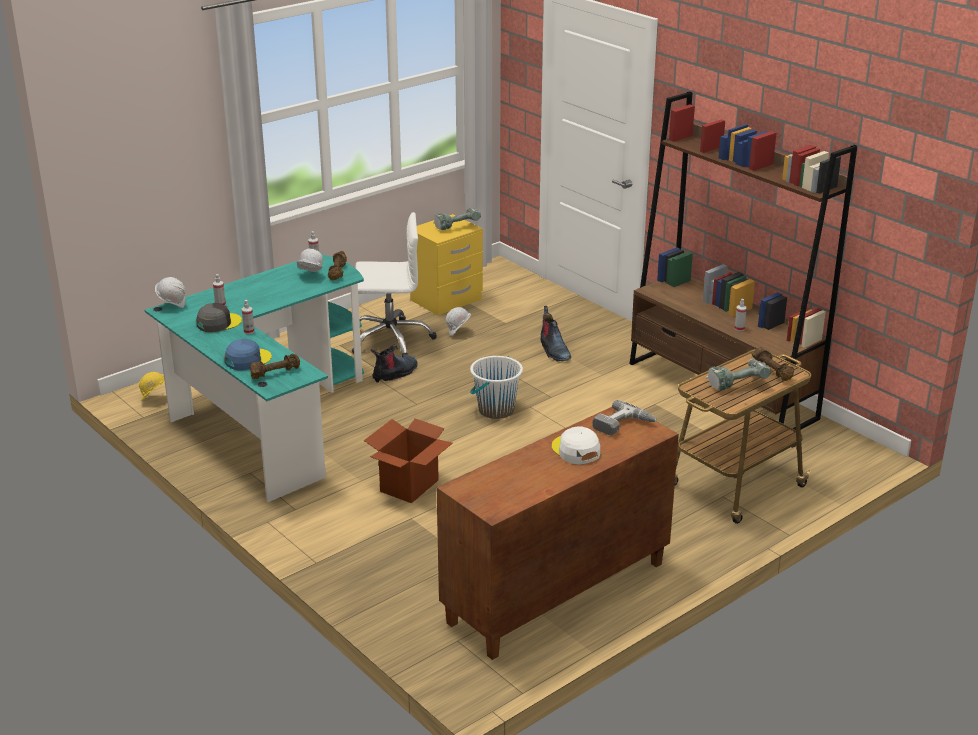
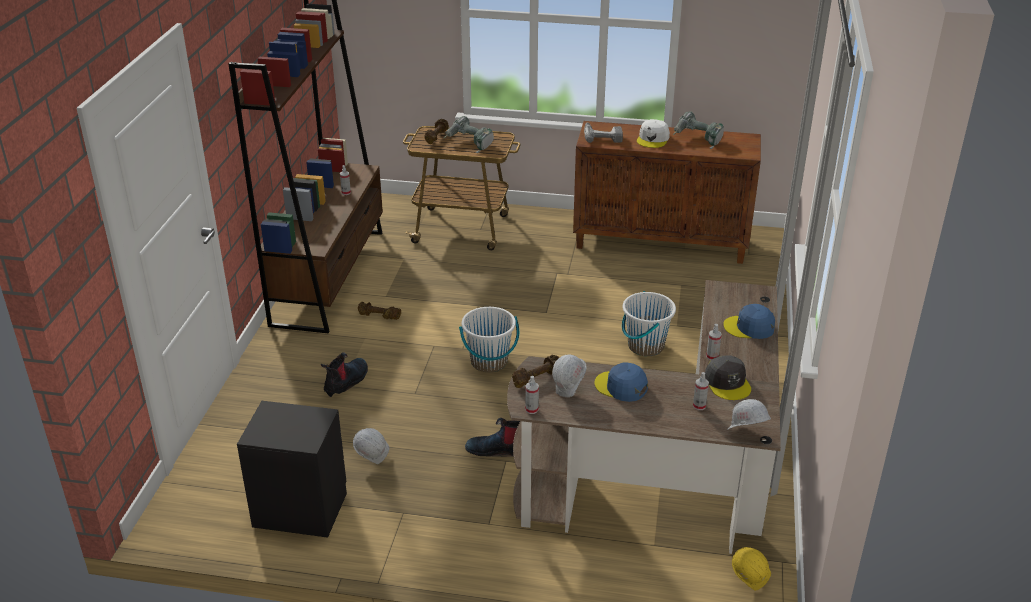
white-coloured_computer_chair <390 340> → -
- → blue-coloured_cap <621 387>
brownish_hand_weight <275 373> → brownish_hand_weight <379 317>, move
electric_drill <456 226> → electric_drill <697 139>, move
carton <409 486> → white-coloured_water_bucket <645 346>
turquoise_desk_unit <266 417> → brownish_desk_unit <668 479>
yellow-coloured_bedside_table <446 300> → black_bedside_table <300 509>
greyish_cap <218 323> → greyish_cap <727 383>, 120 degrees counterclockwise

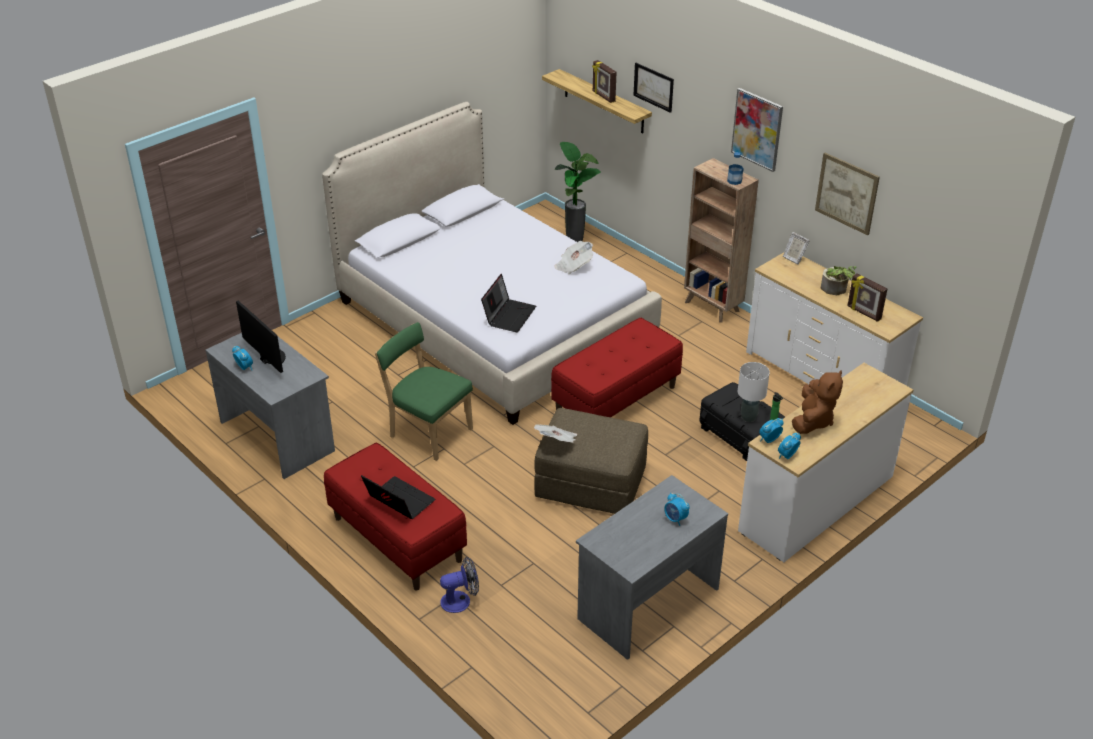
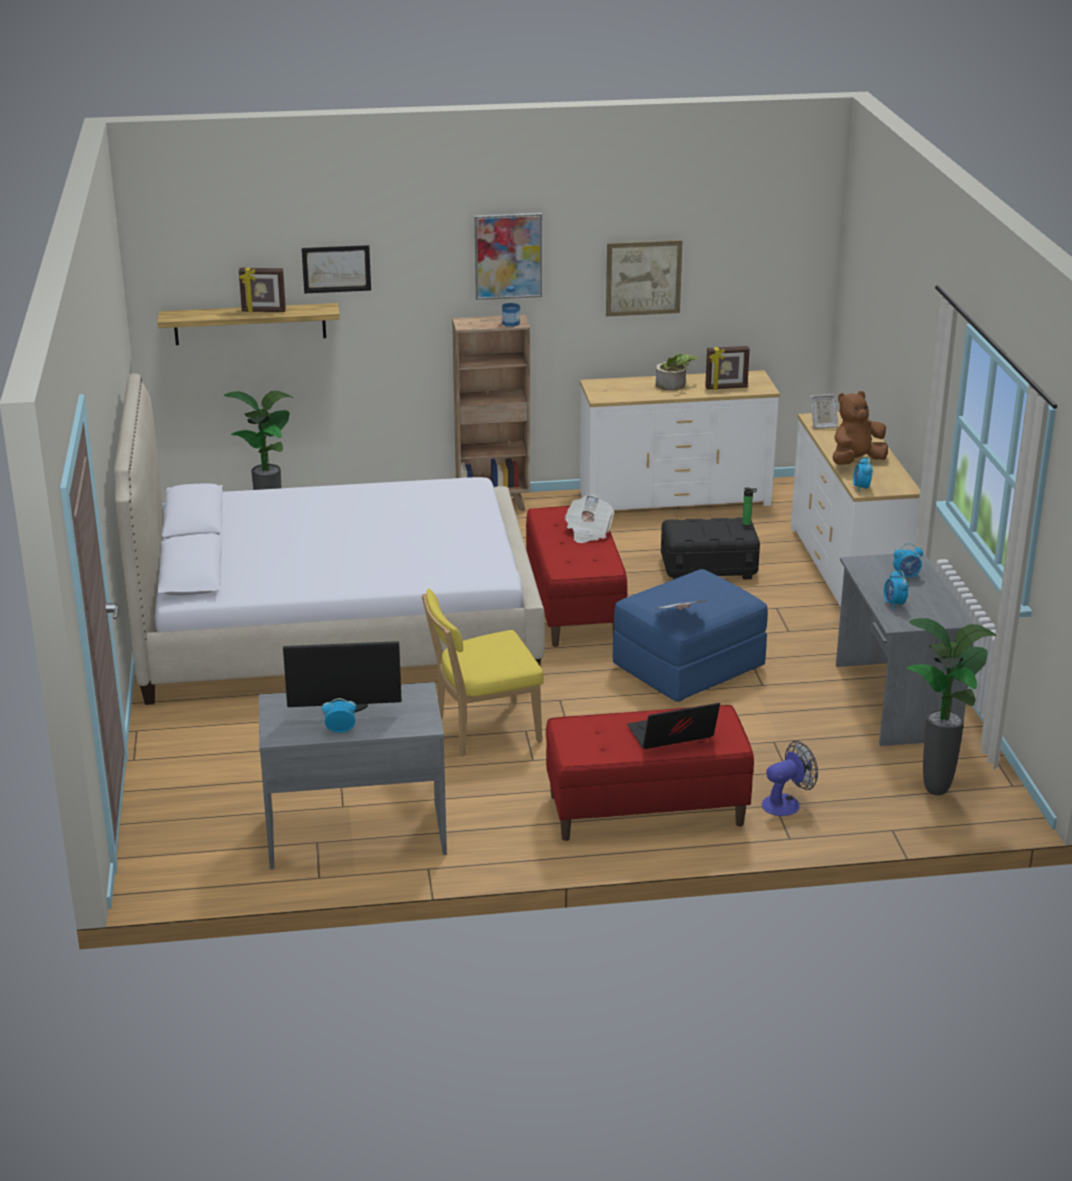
portable_computer <509 315> → -
white-coloured_lamp_for_a_table <749 417> → -
- → plant_in_a_pot <934 790>
daily_paper <573 266> → daily_paper <588 532>, move
bedside_clock <787 456> → bedside_clock <894 604>, move
picture_frame <793 258> → picture_frame <822 425>, move
green_chair <428 431> → yellow-coloured_chair <483 730>
brownish_footrest <590 483> → blue-coloured_footrest <688 667>
cooling_fan <461 600> → cooling_fan <786 803>, 45 degrees clockwise
brownish_plush_toy <813 421> → brownish_plush_toy <856 461>, 90 degrees counterclockwise

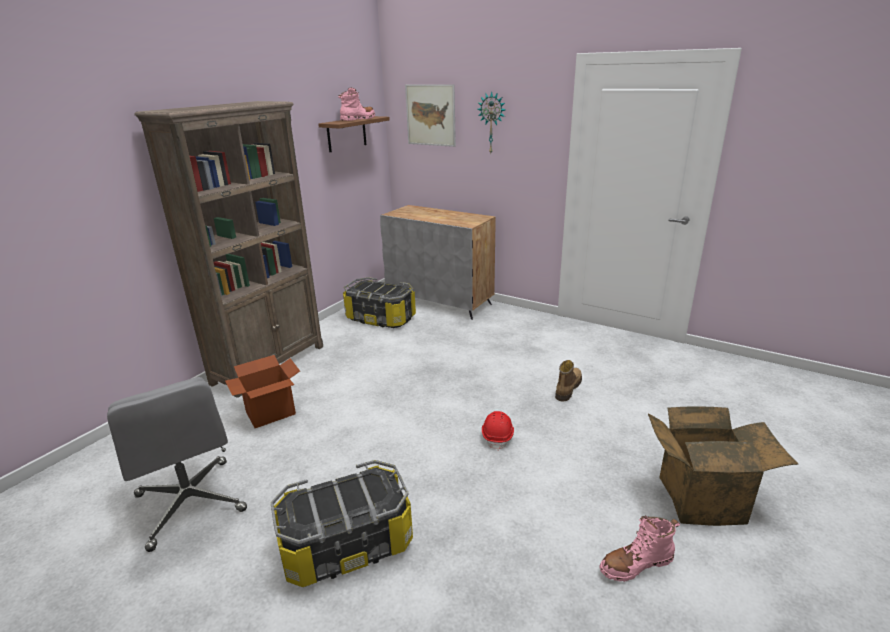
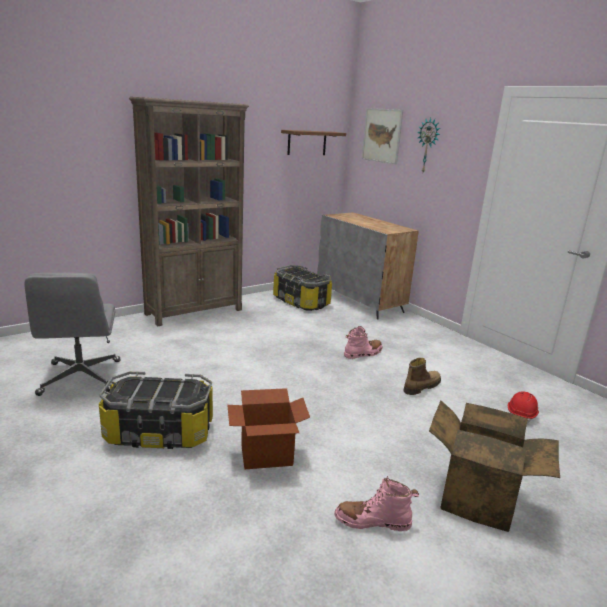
carton <270 413> → carton <266 455>, move
pink-coloured_high-top_boot <358 119> → pink-coloured_high-top_boot <363 353>, move
red_hard_hat <498 436> → red_hard_hat <521 415>, move

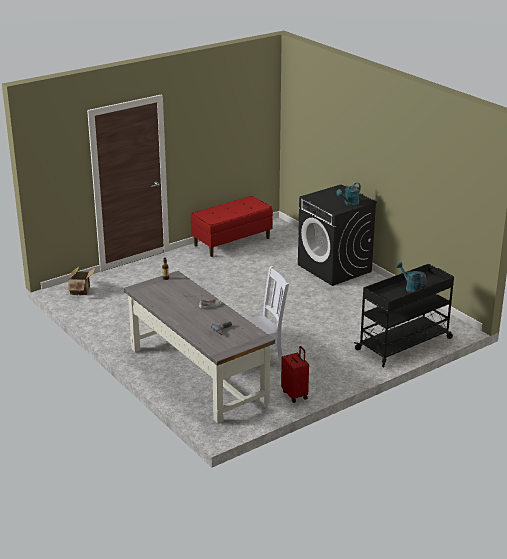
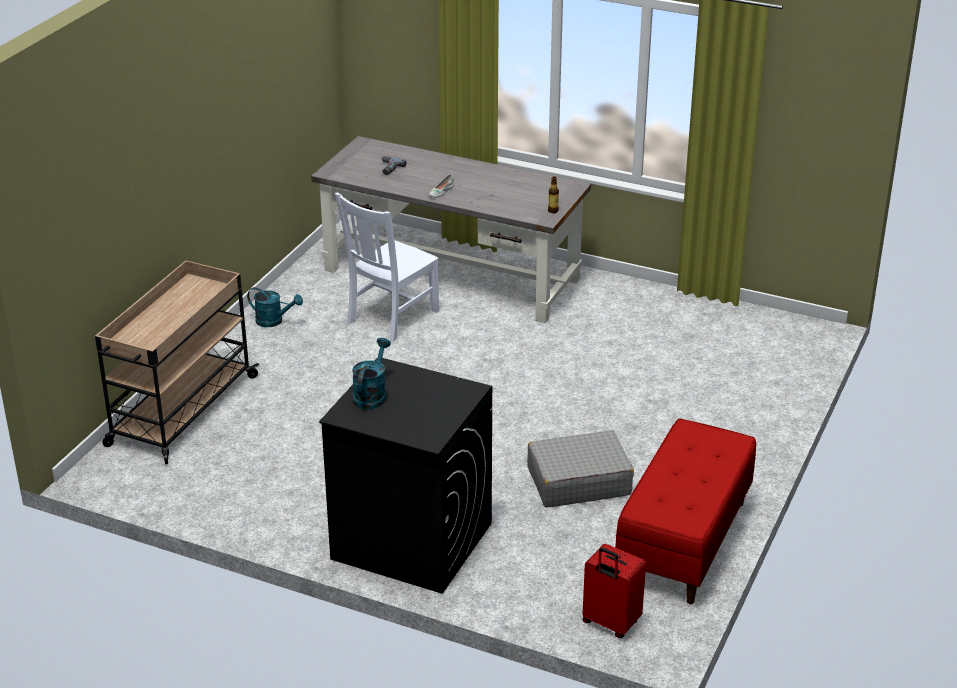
carton <82 291> → -
- → greyish_suitcase <578 481>
red_suitcase <295 394> → red_suitcase <610 623>, move
turquoise_watering_pot <411 288> → turquoise_watering_pot <274 321>, move
black_trolley <405 343> → beige_trolley <181 412>

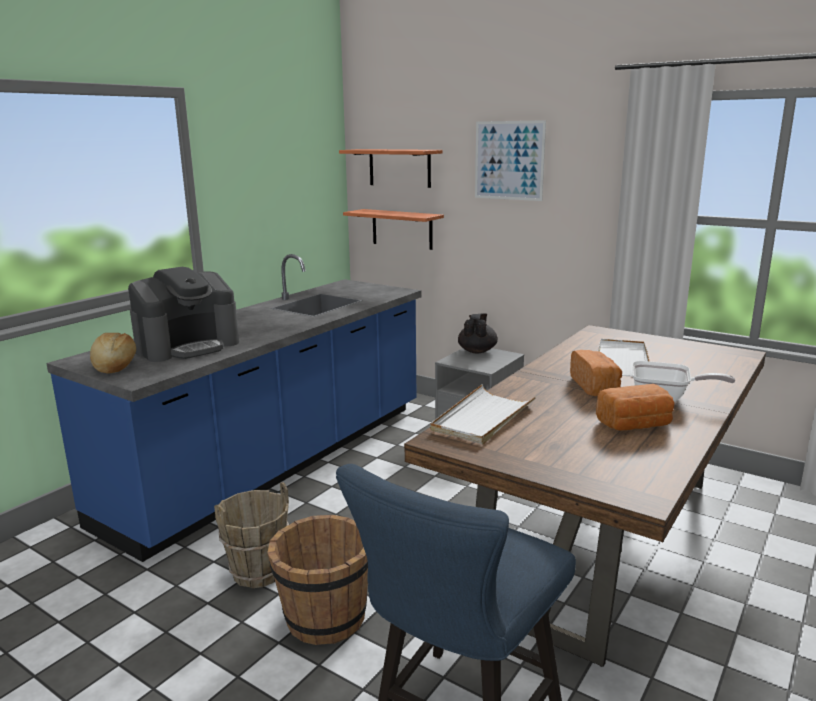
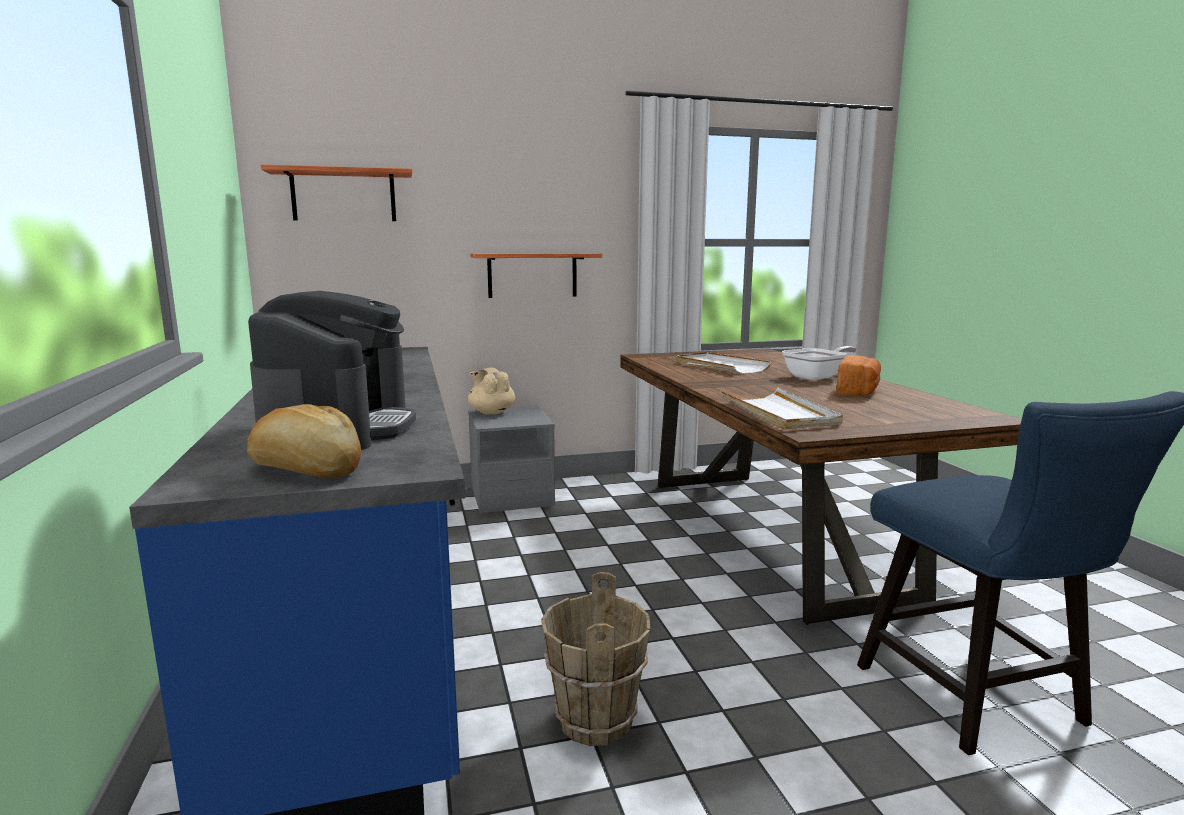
brownish_water_bucket <324 618> → -
wall_art <509 160> → -
baked_bread <595 386> → -
shelf <402 229> → shelf <532 275>, move
black_tea_pot <477 351> → beige_tea_pot <491 412>

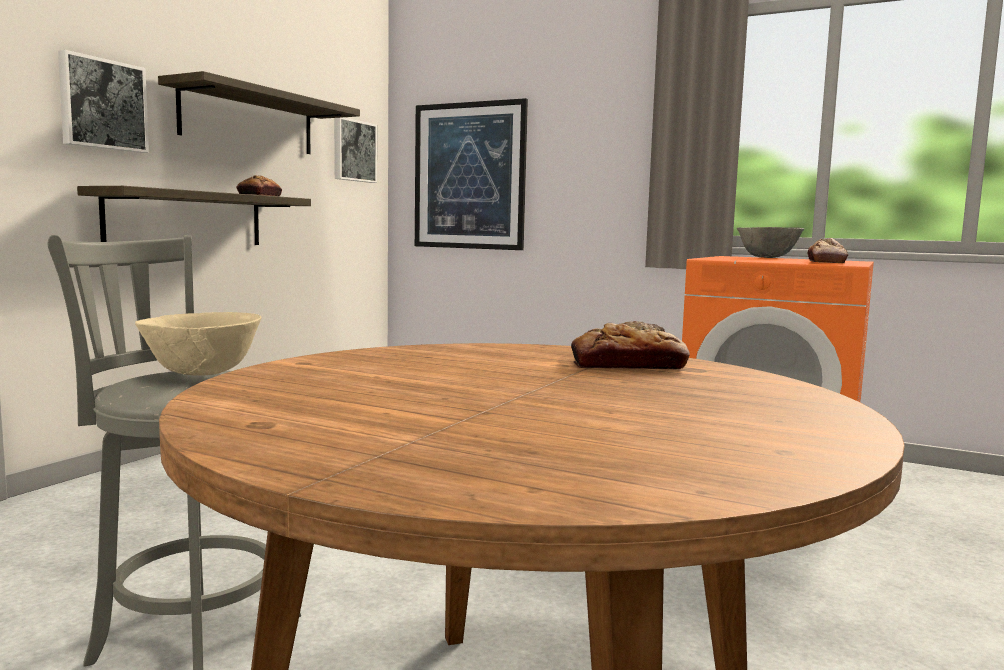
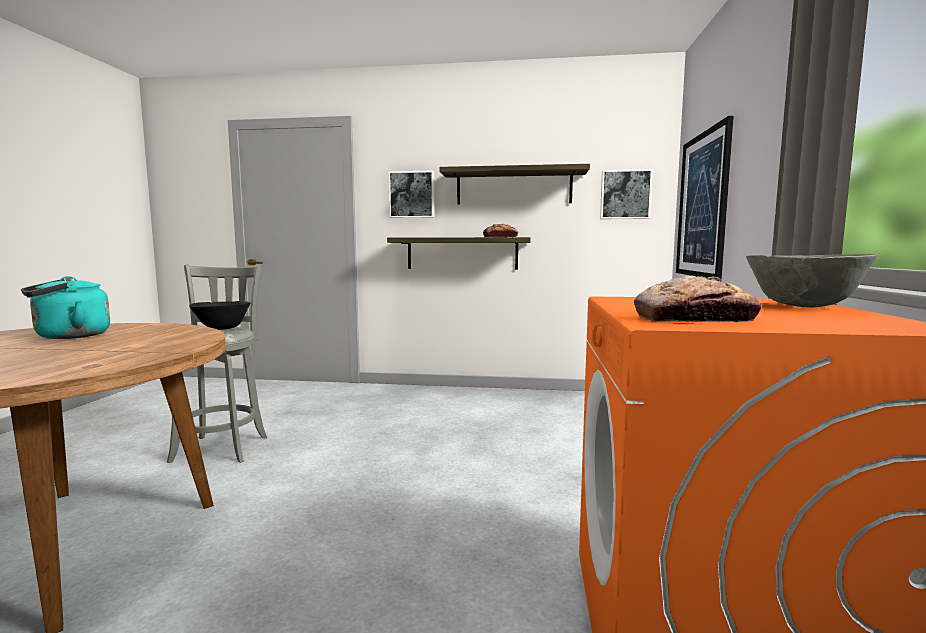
baked_bread <628 365> → -
- → turquoise_kettle <68 336>
beige_deep_dish <202 374> → black_deep_dish <222 329>

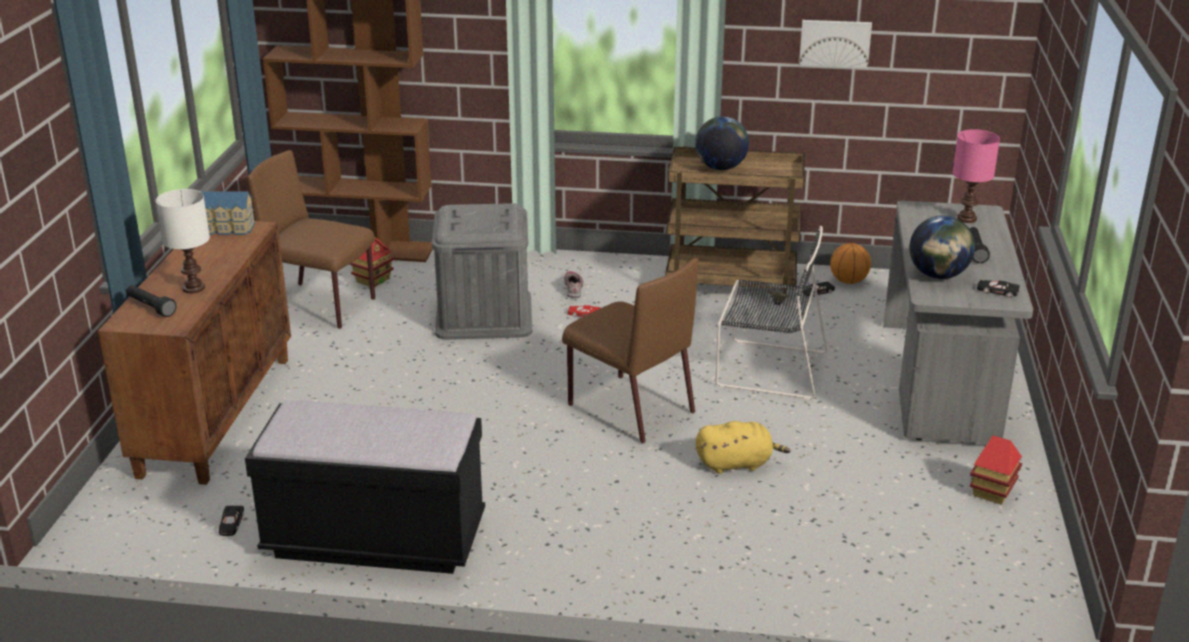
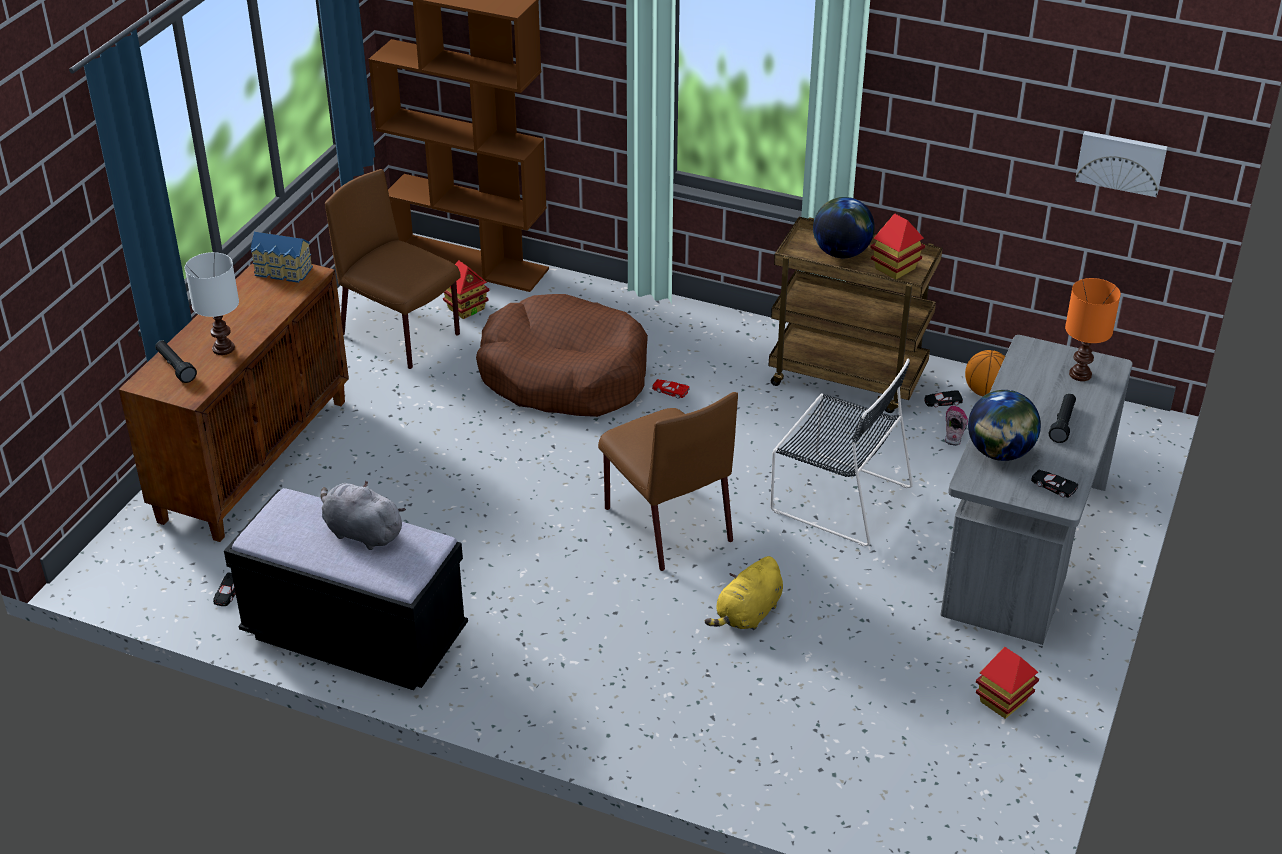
- → greyish_plush_toy <361 532>
- → miniature_house <895 268>
shoe <574 288> → shoe <955 429>, move
wall_art <835 43> → wall_art <1121 162>, move
greyish_storage_box <484 315> → brownish_dog_cushion <564 375>
pink-coloured_lamp_for_a_table <966 218> → orange_lamp_for_a_table <1080 374>
yellow-coloured_plush_toy <737 464> → yellow-coloured_plush_toy <747 614>, 120 degrees clockwise

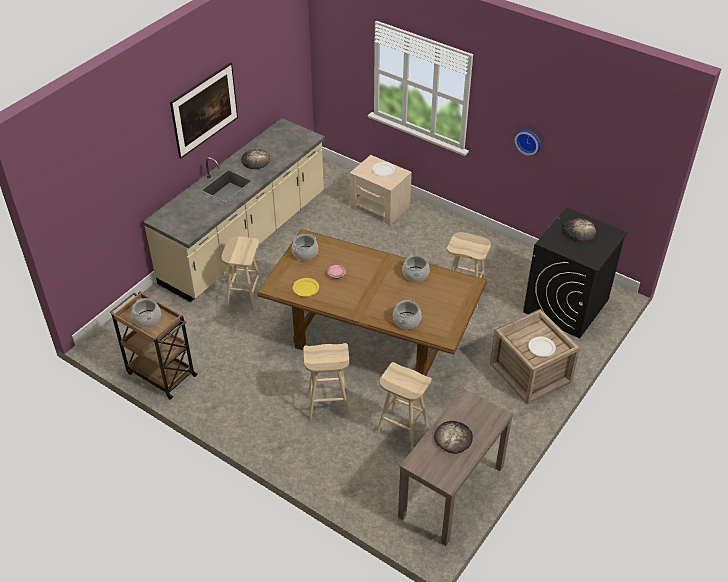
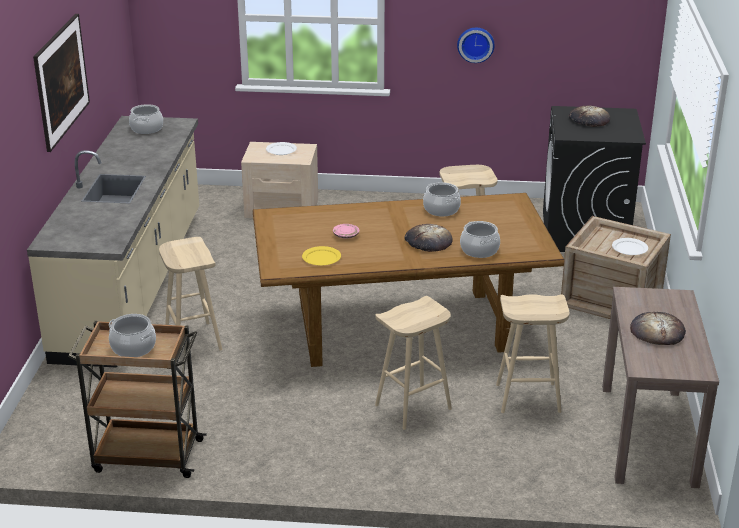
baked_bread <255 161> → baked_bread <428 241>, move
cooking_pot <305 253> → cooking_pot <146 129>, move

